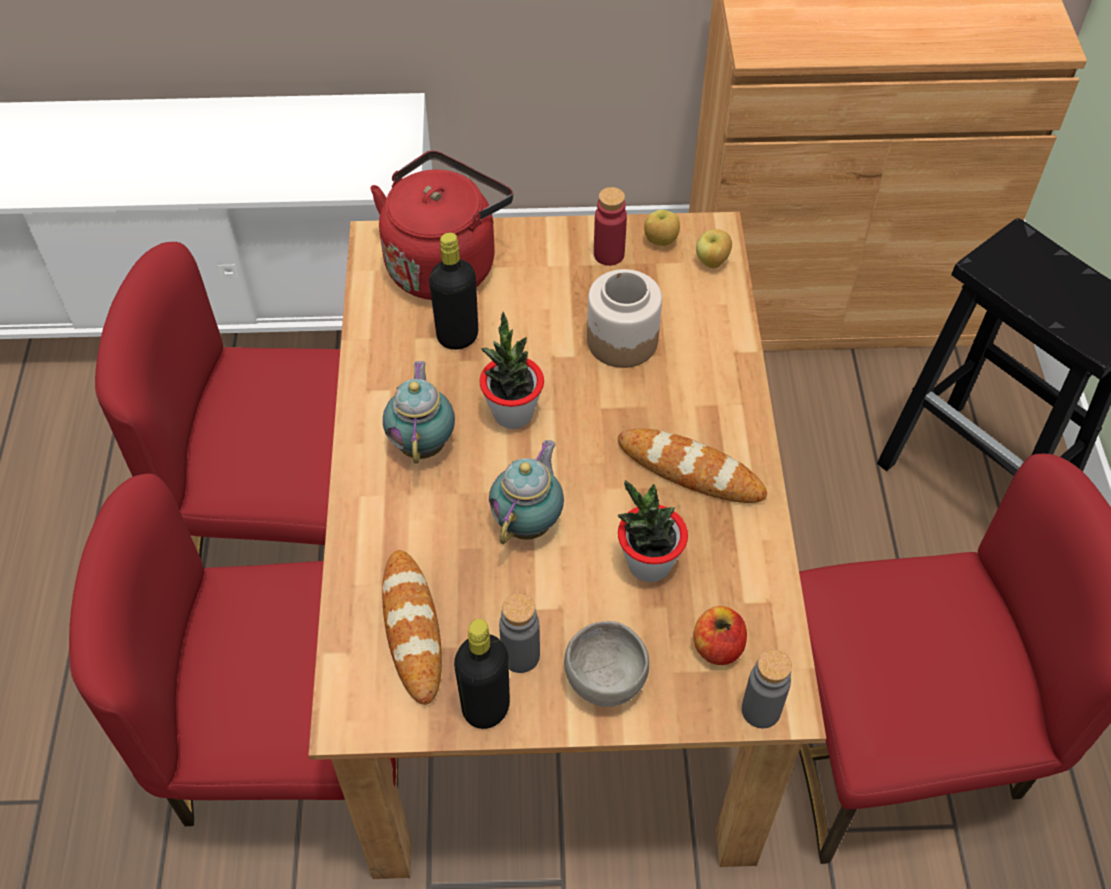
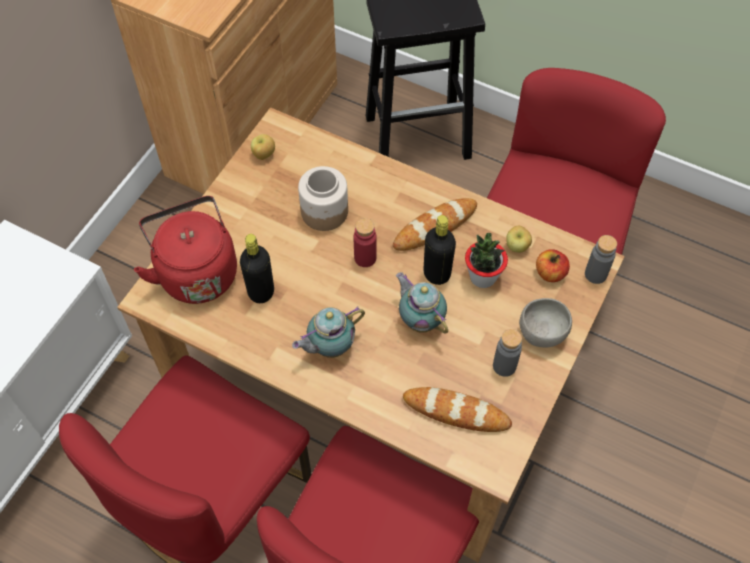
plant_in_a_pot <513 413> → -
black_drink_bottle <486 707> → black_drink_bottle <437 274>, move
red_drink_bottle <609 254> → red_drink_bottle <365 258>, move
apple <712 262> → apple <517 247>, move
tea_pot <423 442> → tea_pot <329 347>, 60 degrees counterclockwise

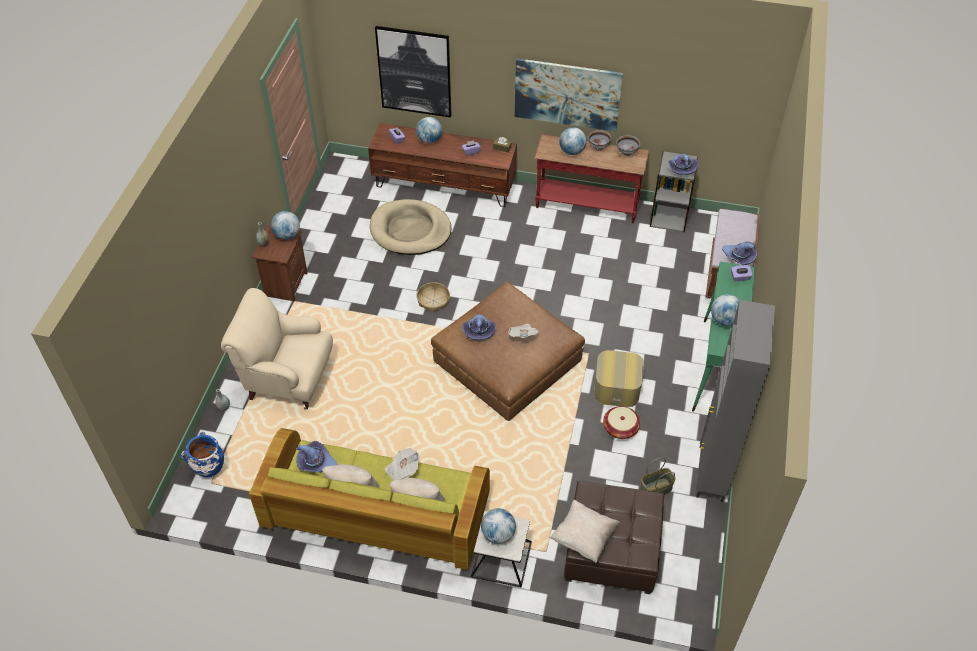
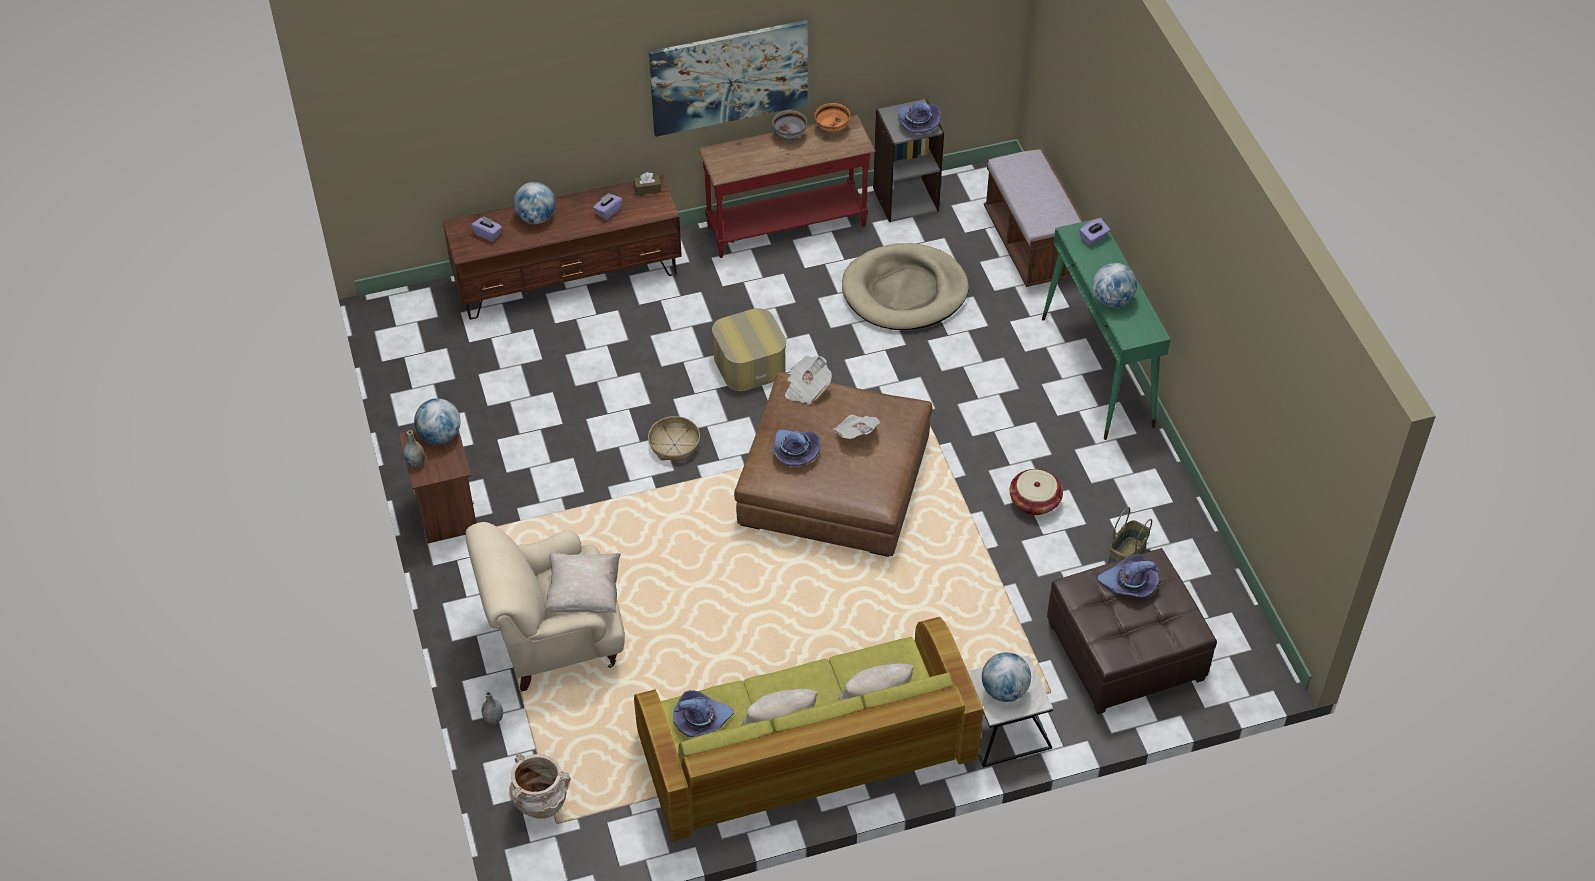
wall_art <414 71> → -
globe <572 151> → -
greyish_storage_cabinet <711 474> → -
beige_dog_cushion <410 230> → beige_dog_cushion <904 291>, move
daily_paper <402 470> → daily_paper <806 389>, move
beige_pillow <583 538> → beige_pillow <584 594>, move
footrest <617 387> → footrest <749 363>, move
purple-coloured_hat <739 257> → purple-coloured_hat <1130 584>, move
blue-coloured_vase <209 470> → beige_vase <541 808>
greyish_deep_dish <627 153> → orange_deep_dish <832 130>

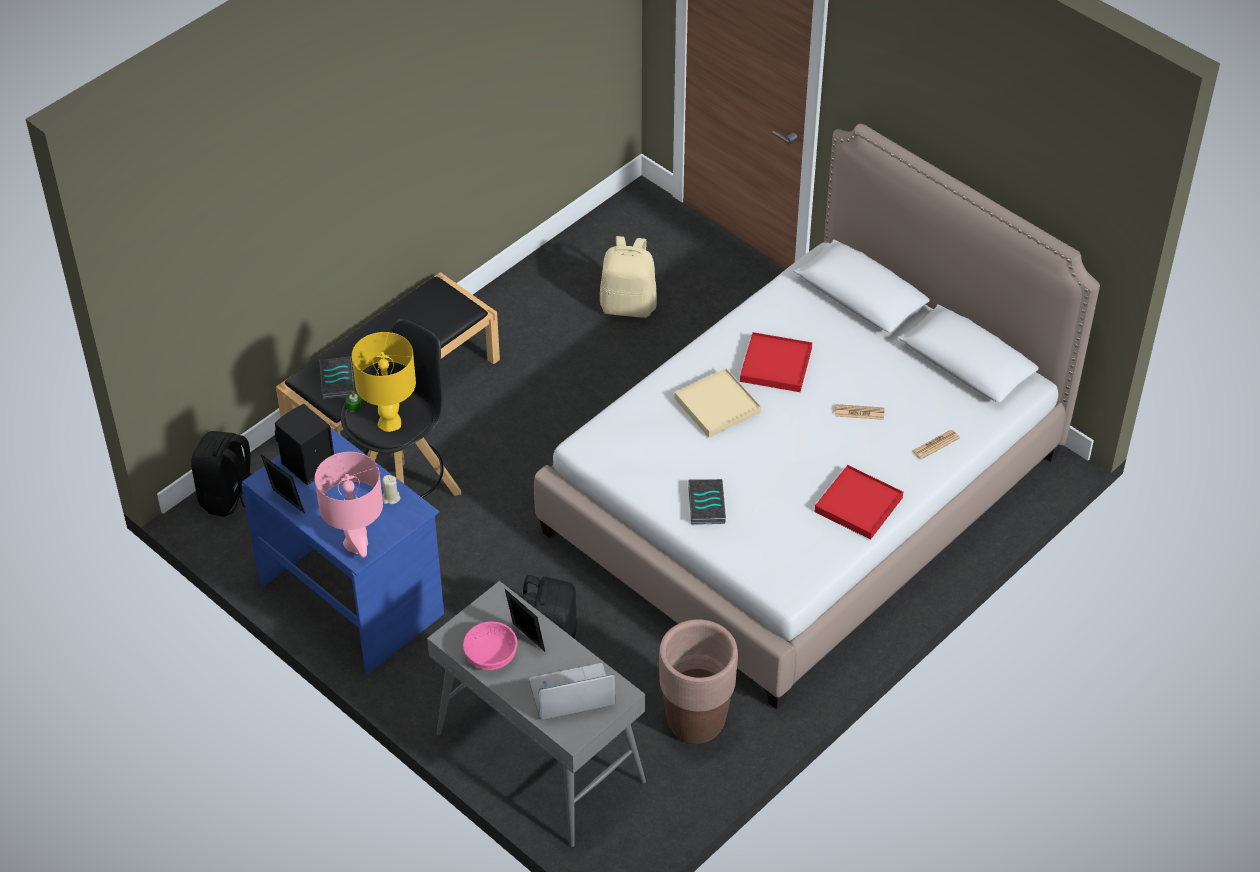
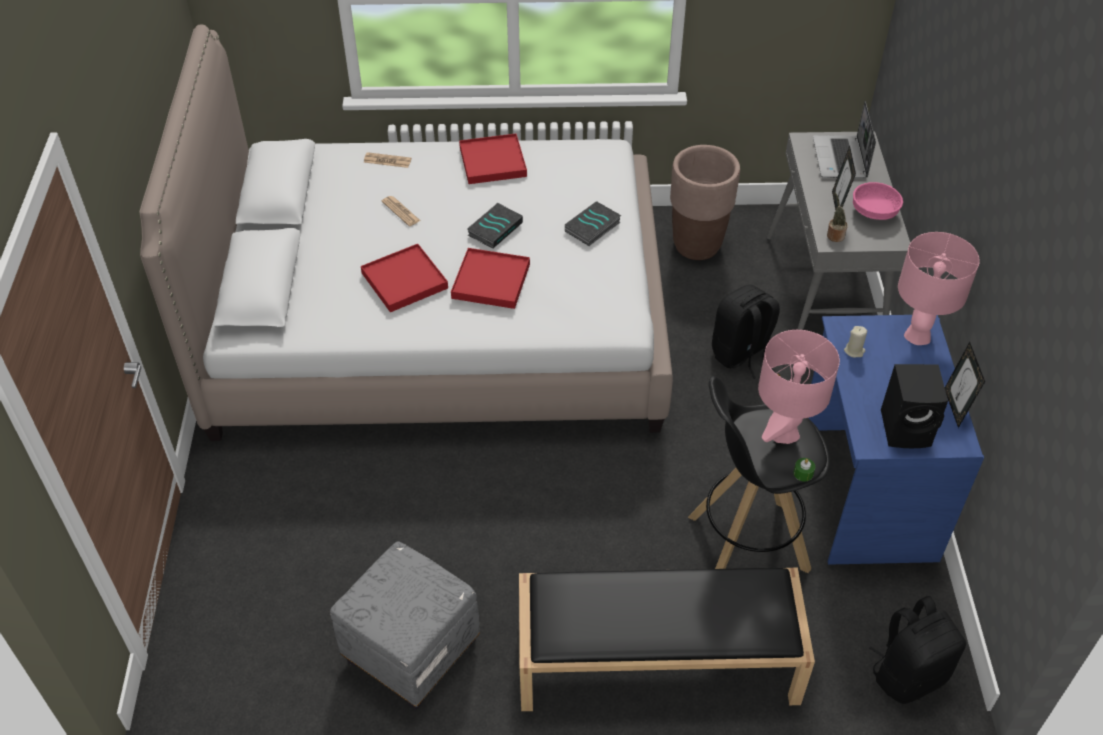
beige_rucksack <628 305> → -
- → greyish_footrest <411 652>
- → plant_in_a_pot <834 235>
book <338 381> → book <495 228>, move
yellow-coloured_lamp_for_a_table <390 422> → pink-coloured_lamp_for_a_table <784 433>
beige_carrying_tray <717 405> → red_carrying_tray <491 281>
portable_computer <571 695> → portable_computer <840 159>, 60 degrees clockwise

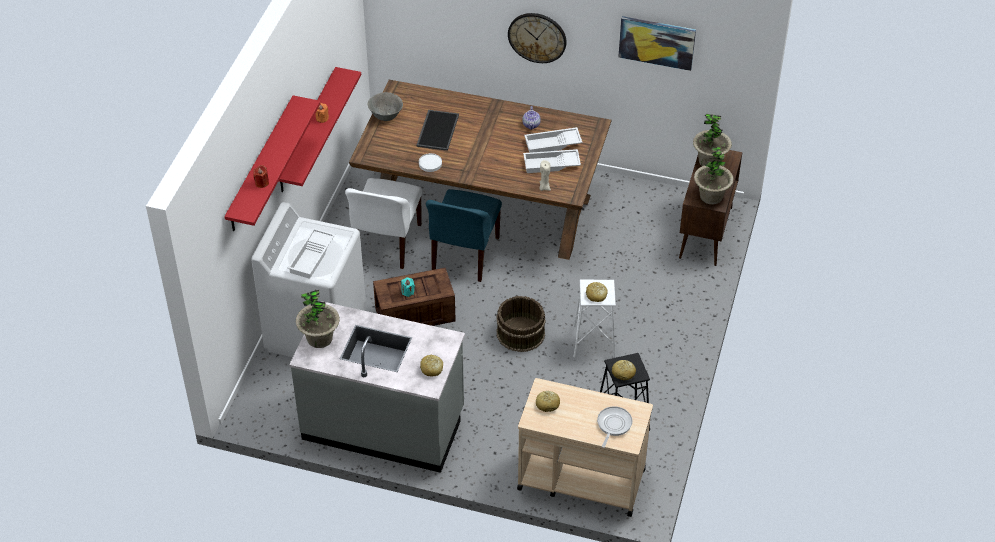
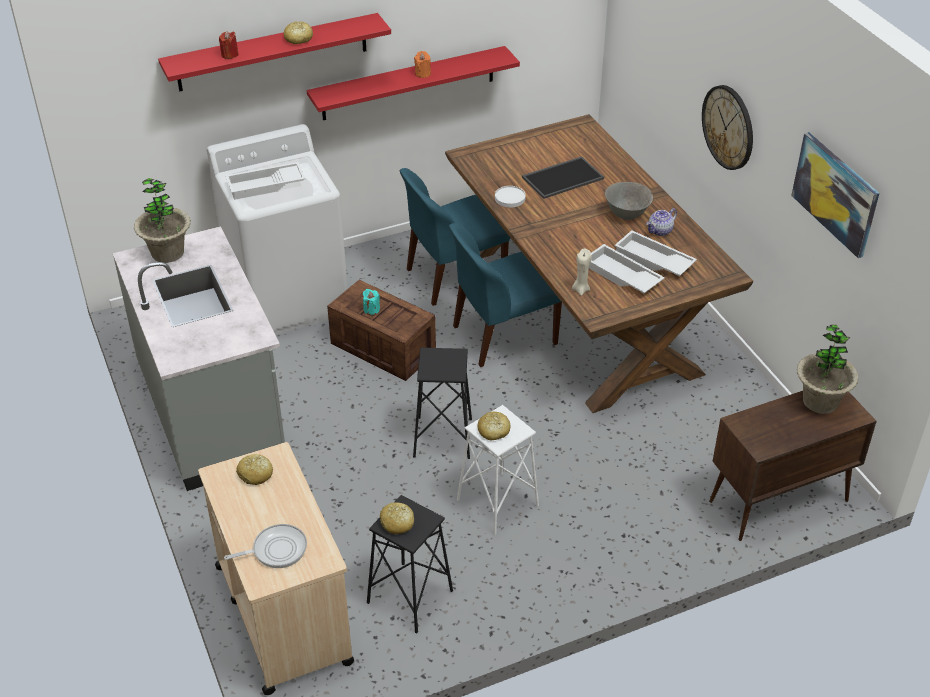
plant_in_a_pot <711 196> → -
greyish_deep_dish <385 116> → greyish_deep_dish <626 214>, move
baked_bread <431 369> → baked_bread <298 39>, move
brownish_water_bucket <520 333> → black_stool <443 438>
white-coloured_chair <387 243> → blue-coloured_chair <453 277>

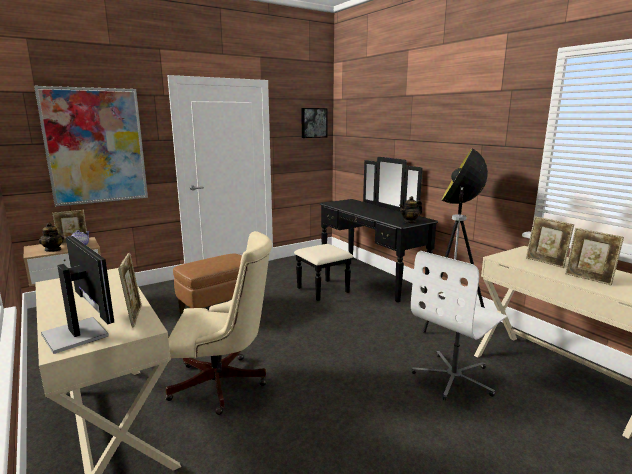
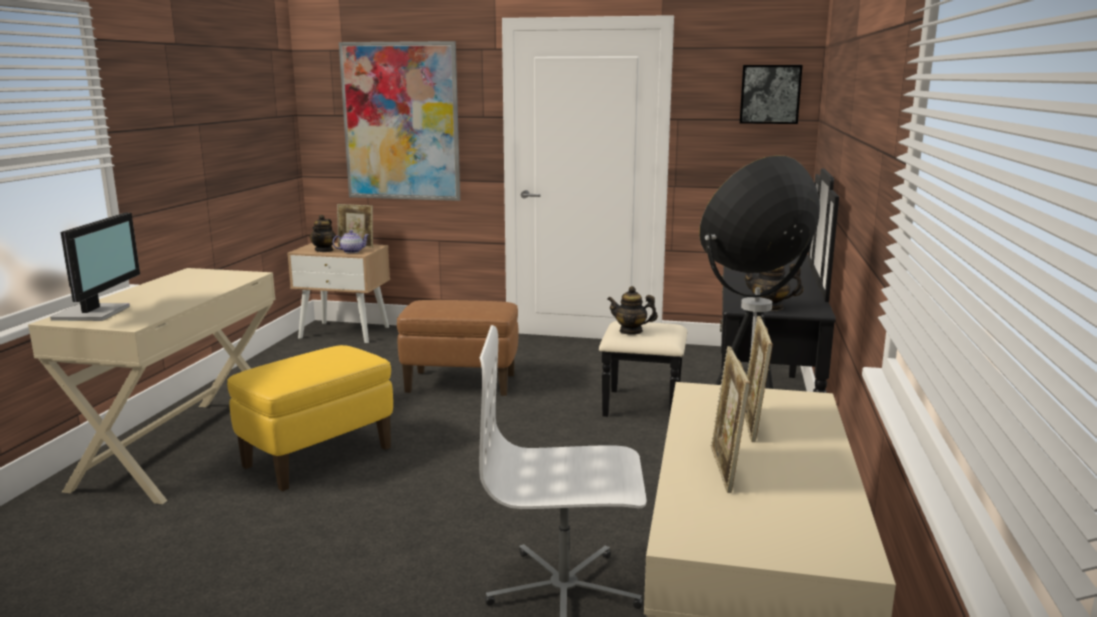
picture_frame <134 316> → -
- → tea_pot <631 331>
beige_computer_chair <224 384> → yellow-coloured_footrest <317 458>

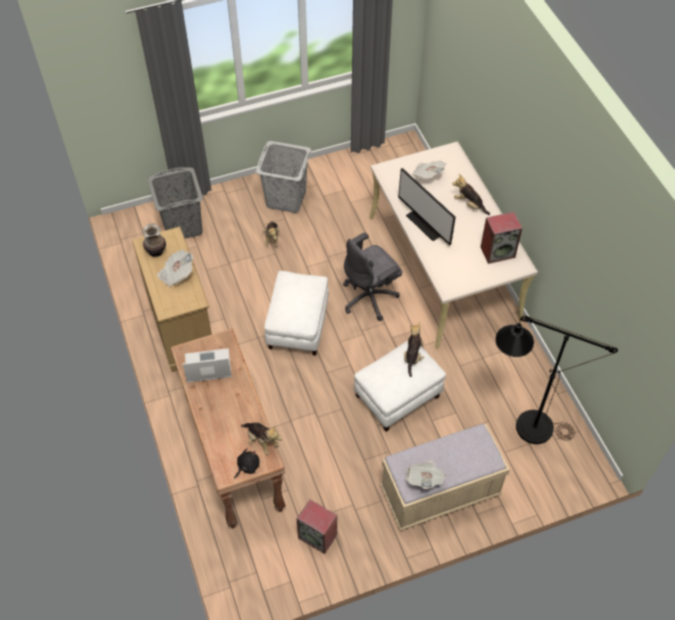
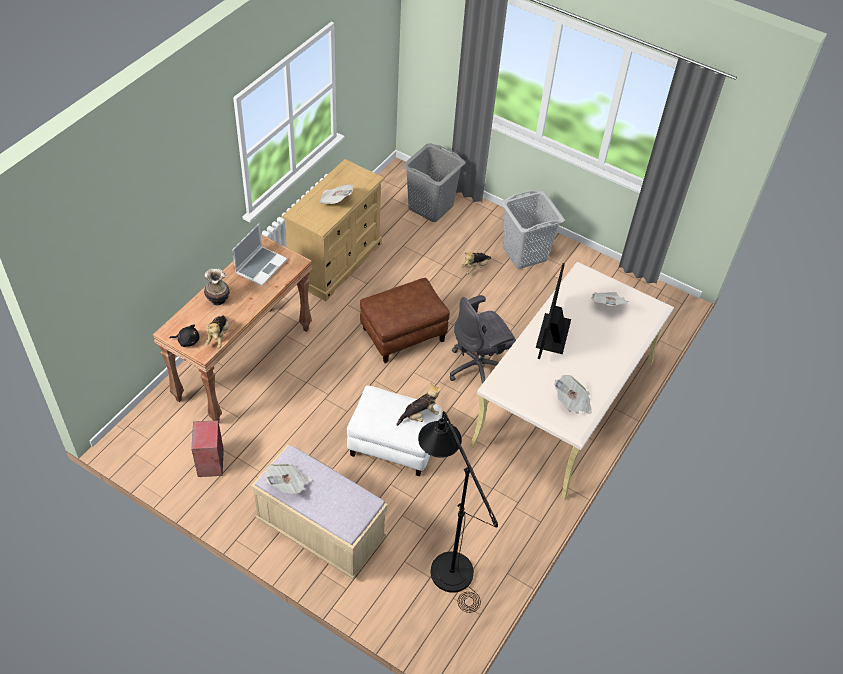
plush_toy <469 204> → -
vase <156 251> → vase <218 299>, move
loudspeaker <498 251> → daily_paper <572 402>
white-coloured_footrest <297 325> → brownish_footrest <403 334>
portable_computer <207 367> → portable_computer <261 266>, 75 degrees clockwise
greyish_computer_chair <370 297> → greyish_computer_chair <479 368>, 45 degrees counterclockwise

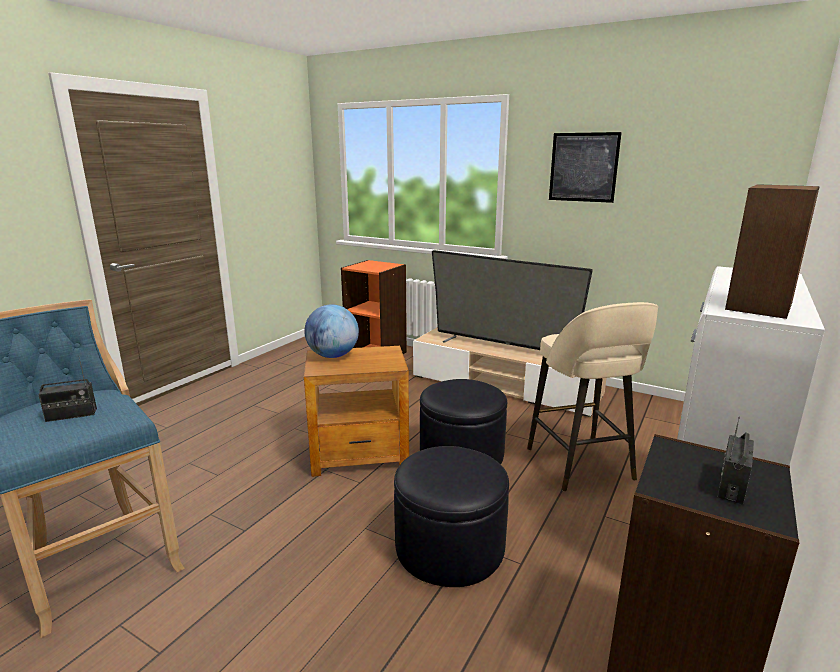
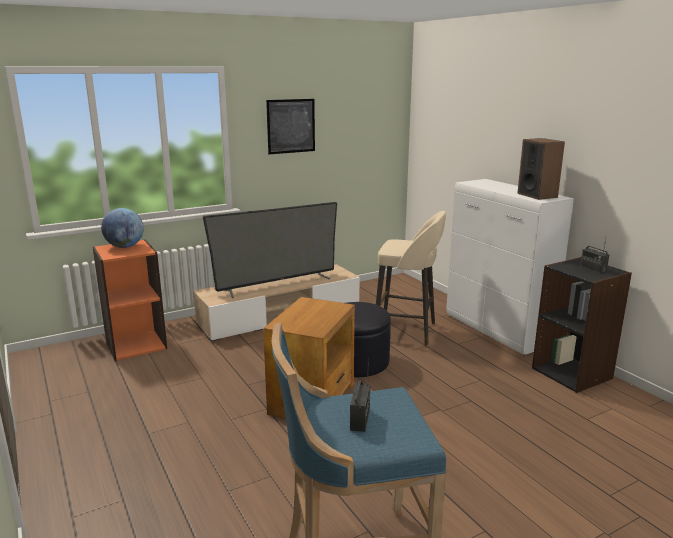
black_footrest <449 547> → -
globe <333 356> → globe <125 246>, move

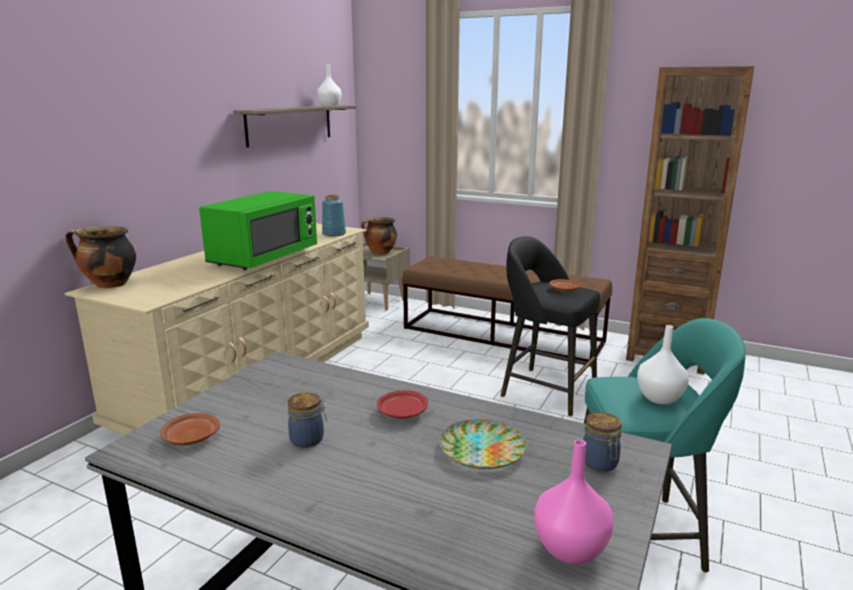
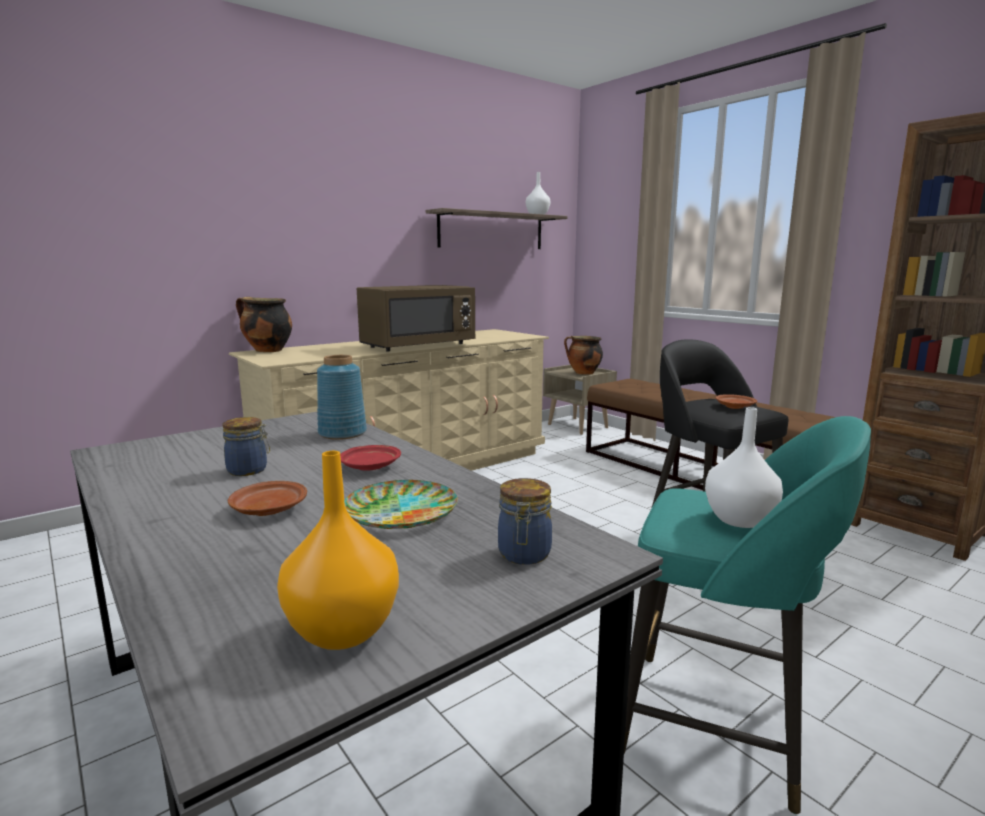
brownish_plate <191 437> → brownish_plate <269 509>, move
blue-coloured_vase <333 234> → blue-coloured_vase <342 433>, move
green_microwave_oven <264 258> → brownish_microwave_oven <418 346>
pink-coloured_vase <571 550> → orange_vase <342 632>

